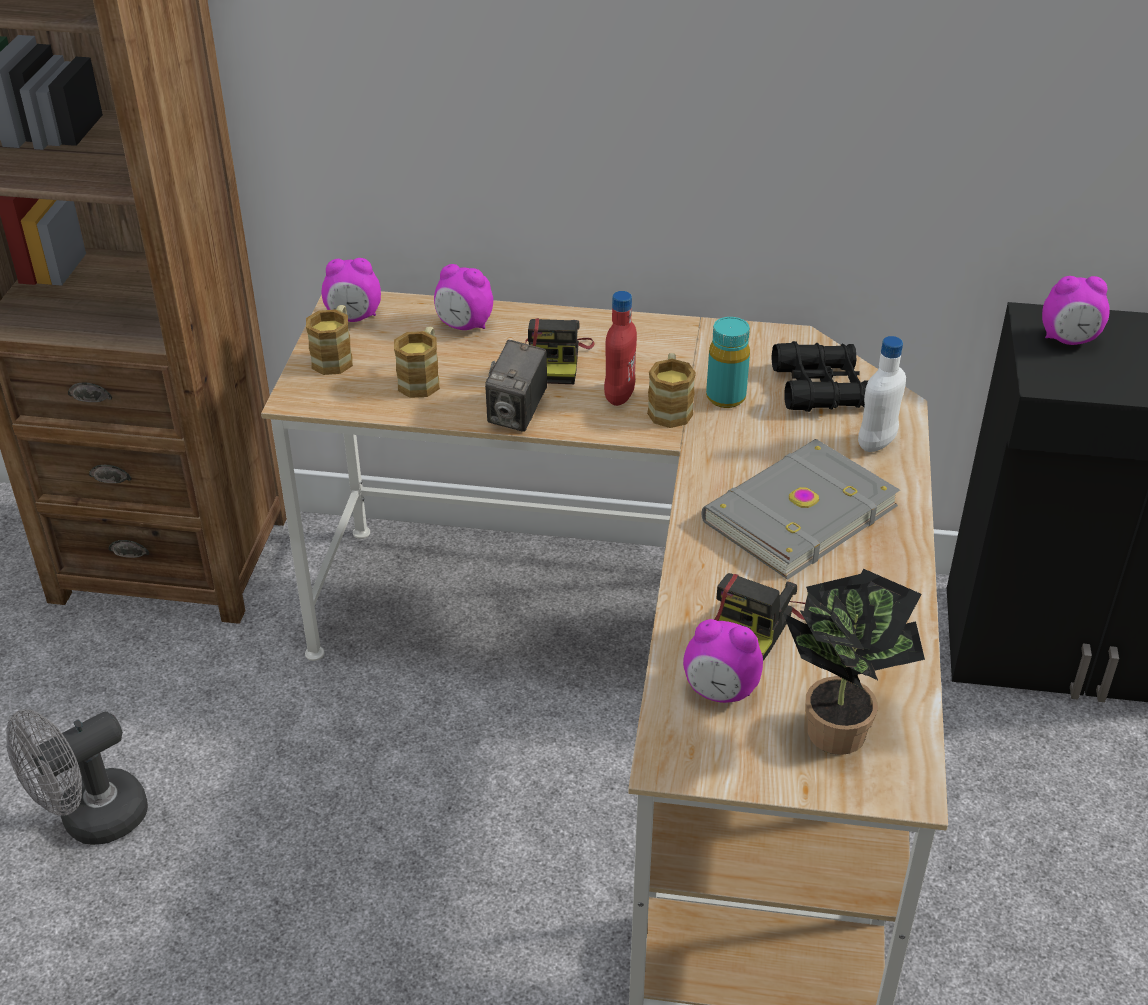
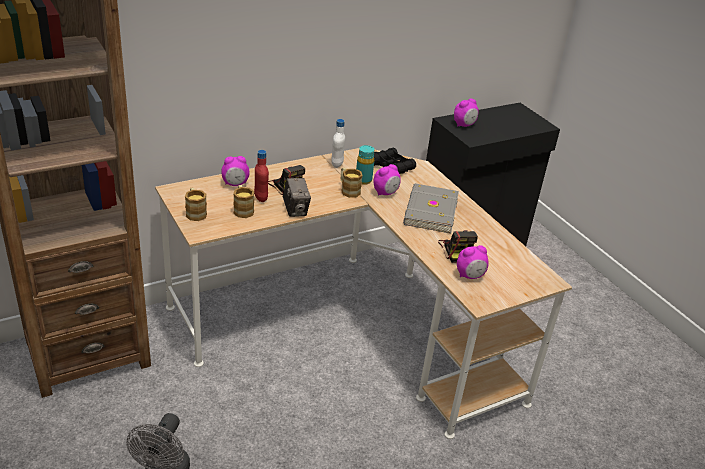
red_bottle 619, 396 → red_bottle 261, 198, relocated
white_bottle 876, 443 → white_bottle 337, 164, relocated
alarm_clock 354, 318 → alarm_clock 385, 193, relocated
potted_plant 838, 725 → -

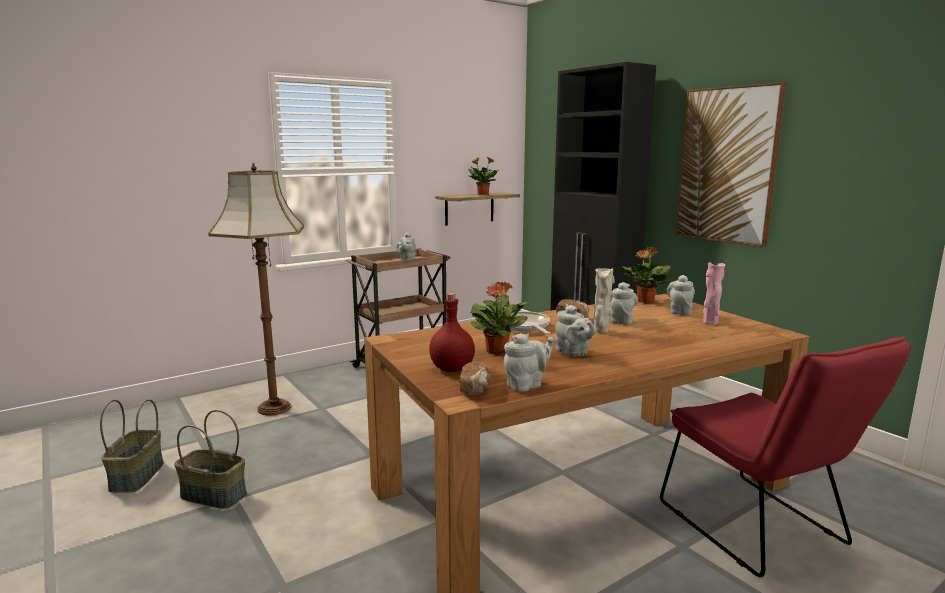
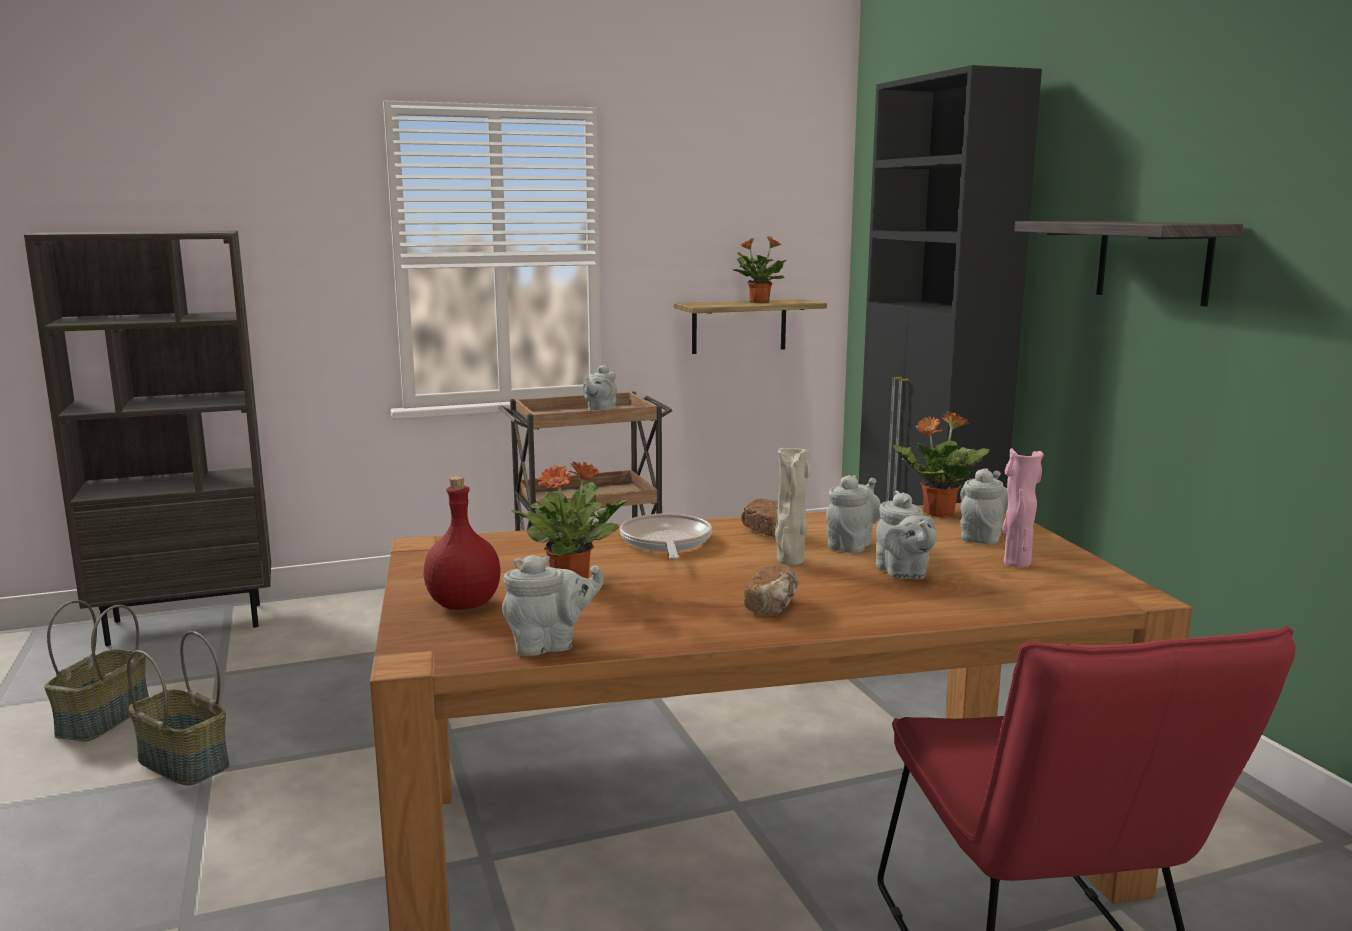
- → brown_bookcase 187, 623
bread 475, 388 → bread 772, 606, relocated
grey_teapot 573, 353 → grey_teapot 903, 573, relocated
picture 727, 165 → shelf 1153, 261
floor_lamp 272, 408 → -

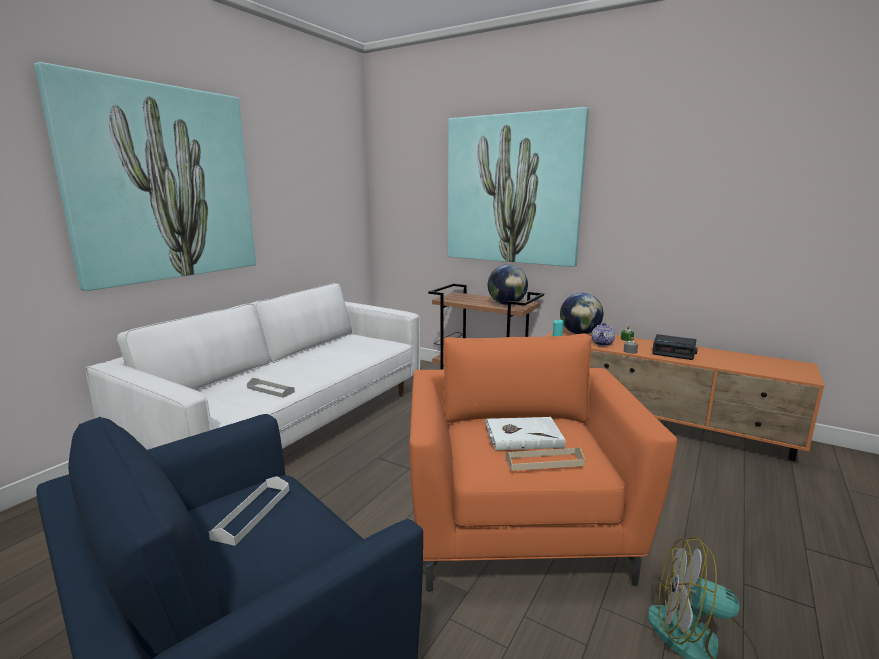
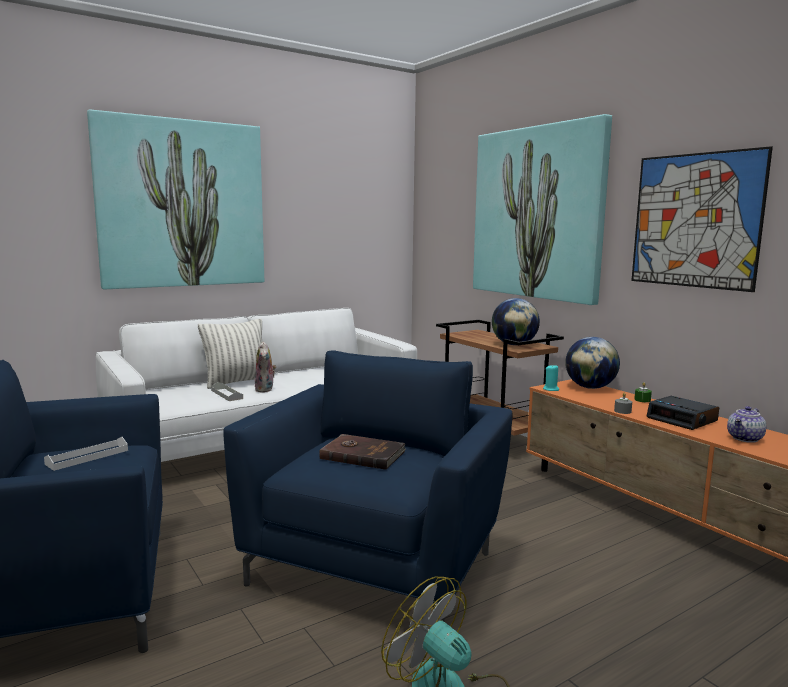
- → pillow 237, 382
orange_armchair 518, 530 → blue_armchair 376, 566
- → plush_toy 265, 389
white_book 522, 436 → brown_book 362, 454
- → picture 695, 220
teapot 602, 344 → teapot 745, 439, relocated
beige_tray 544, 461 → -

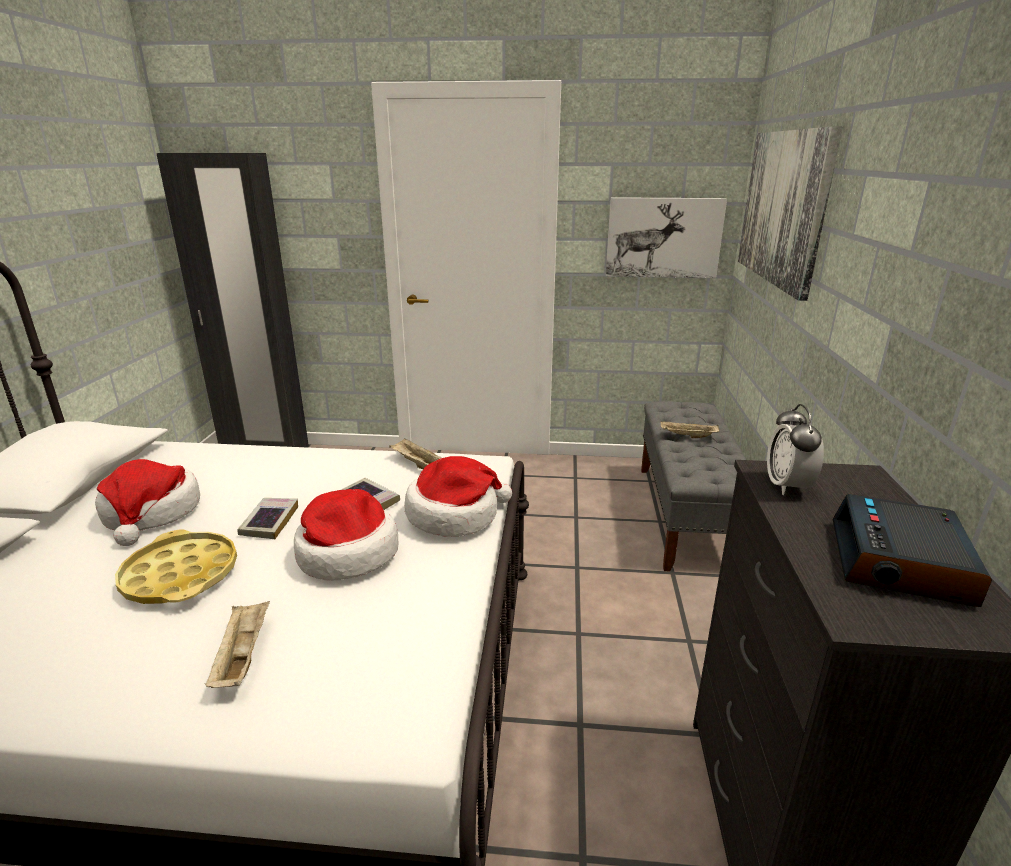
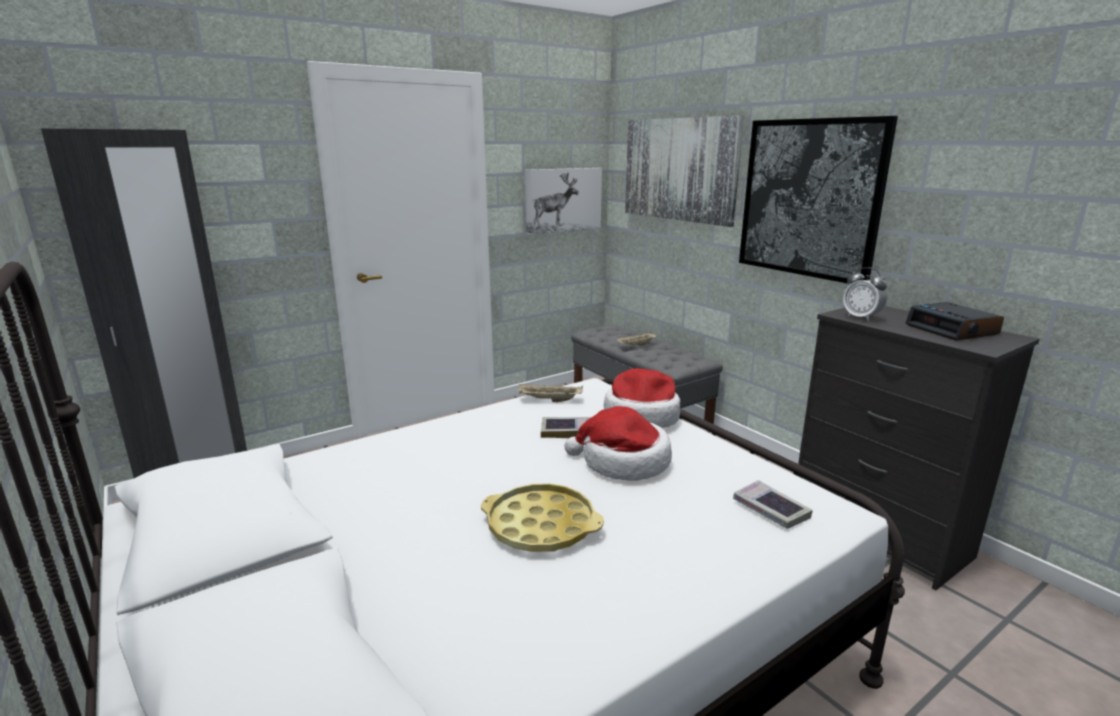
book 269, 522 → book 770, 509, relocated
- → picture 810, 198
hat 152, 513 → -
beige_tray 242, 656 → -

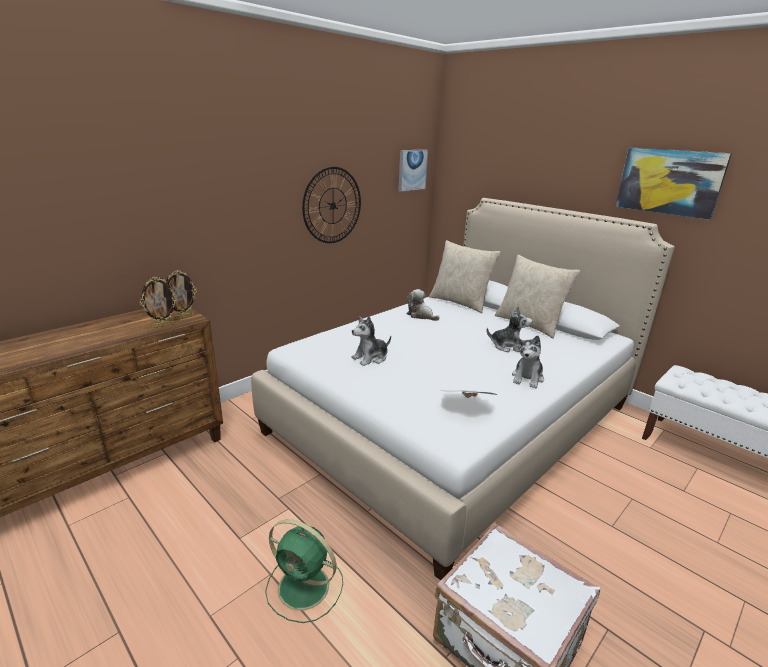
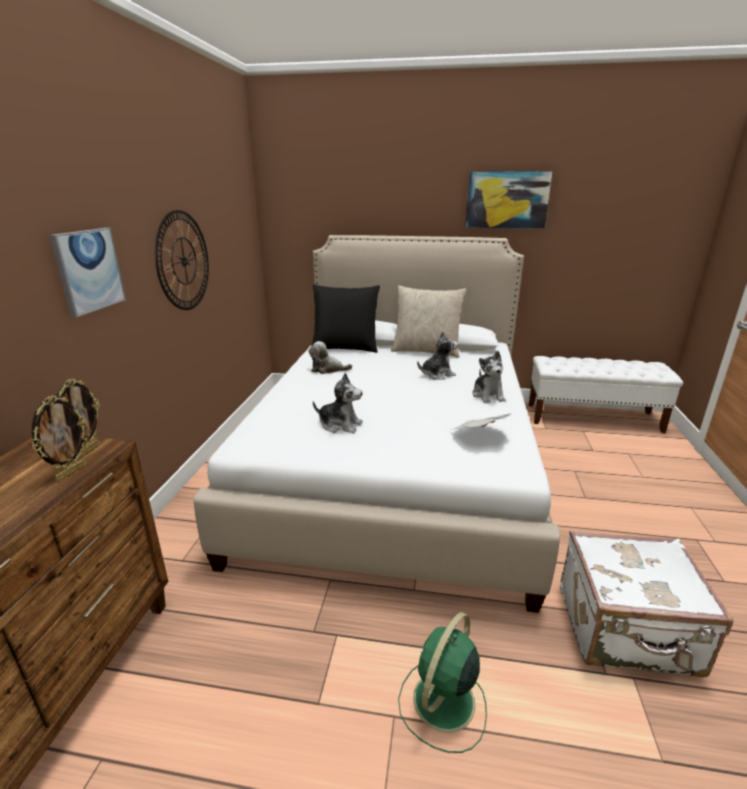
picture 412, 170 → picture 89, 270, relocated
beige_pillow 460, 302 → black_pillow 345, 348
plush_toy 370, 358 → plush_toy 340, 425, 90 degrees counterclockwise
green_fan 305, 588 → green_fan 442, 703, 135 degrees clockwise

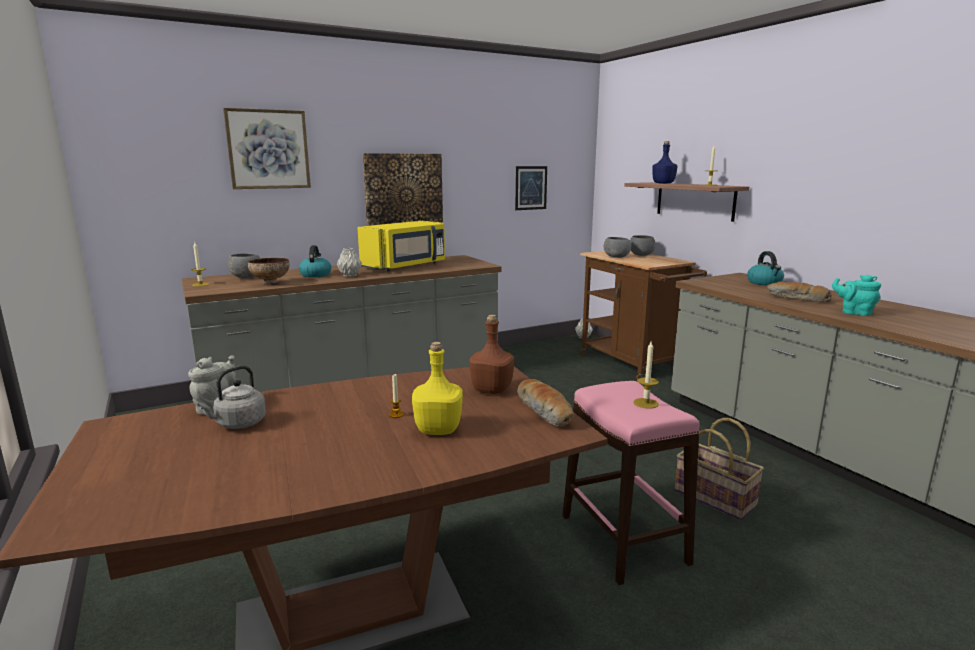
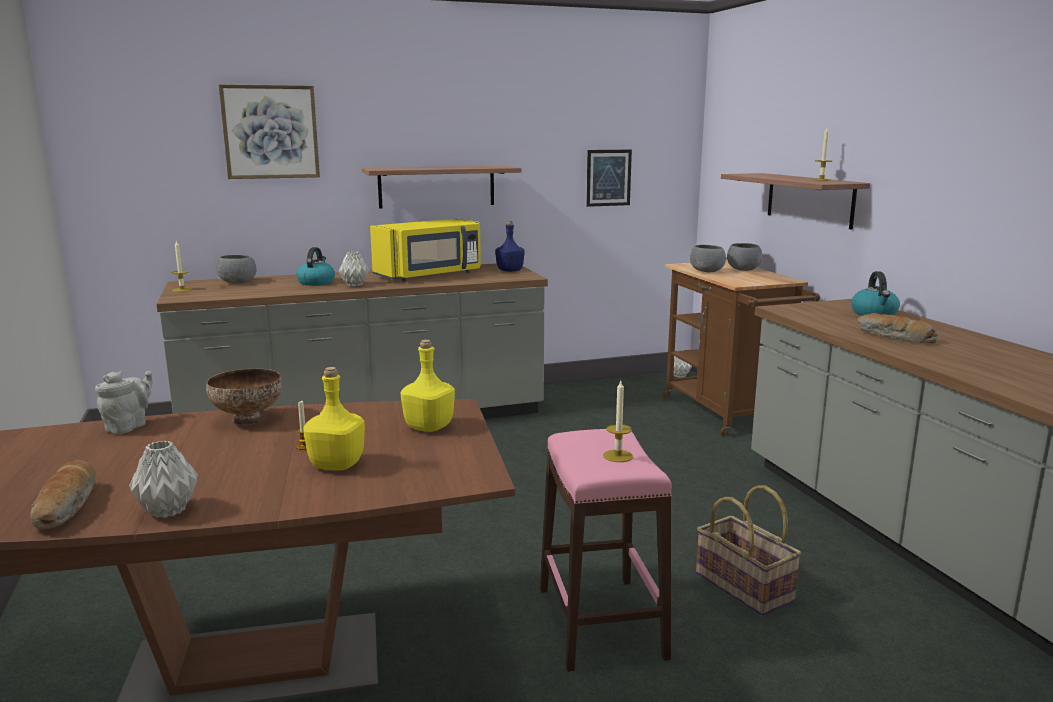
bread 545, 411 → bread 68, 506, relocated
- → grey_vase 168, 511
bowl 270, 284 → bowl 247, 420, relocated
picture 403, 195 → shelf 437, 186
brown_bottle 491, 390 → yellow_bottle 428, 427
blue_bottle 663, 183 → blue_bottle 509, 270, relocated
grey_kettle 238, 424 → -
turquoise_teapot 854, 312 → -

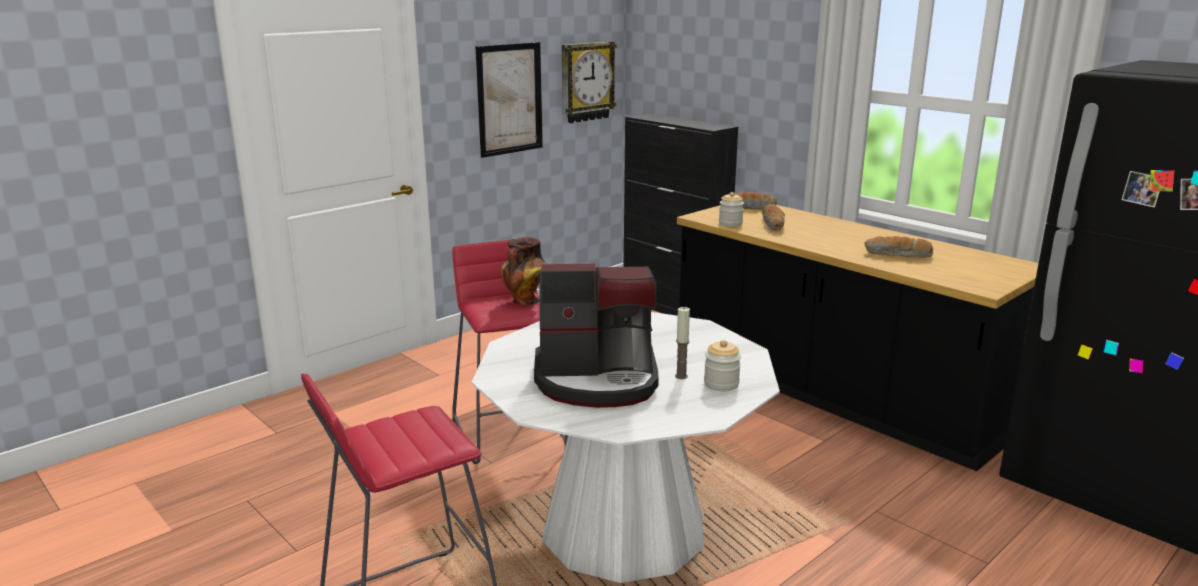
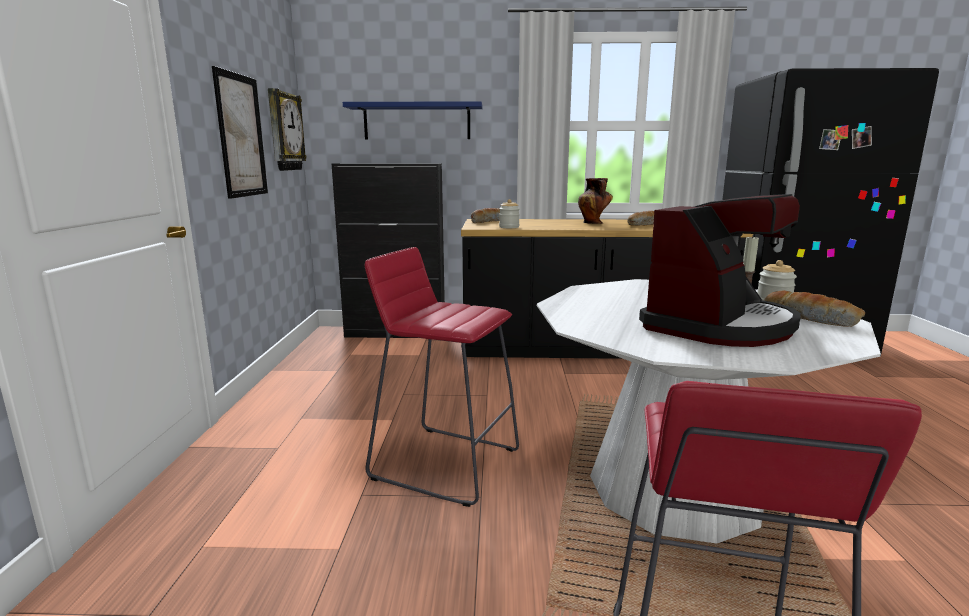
- → blue_shelf 417, 122
vase 525, 301 → vase 594, 223, relocated
bread 773, 224 → bread 809, 318, relocated

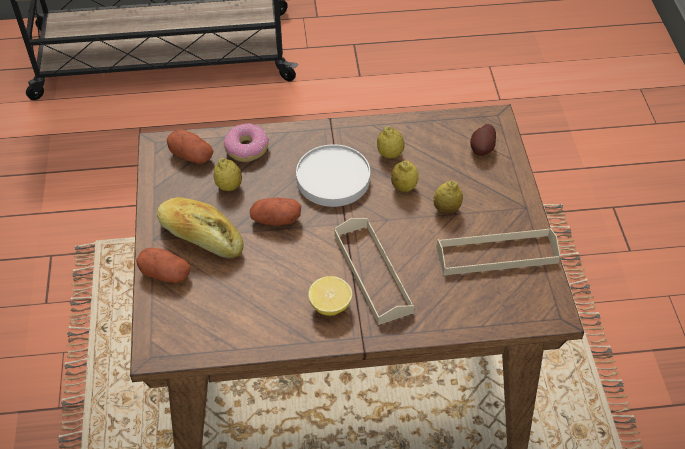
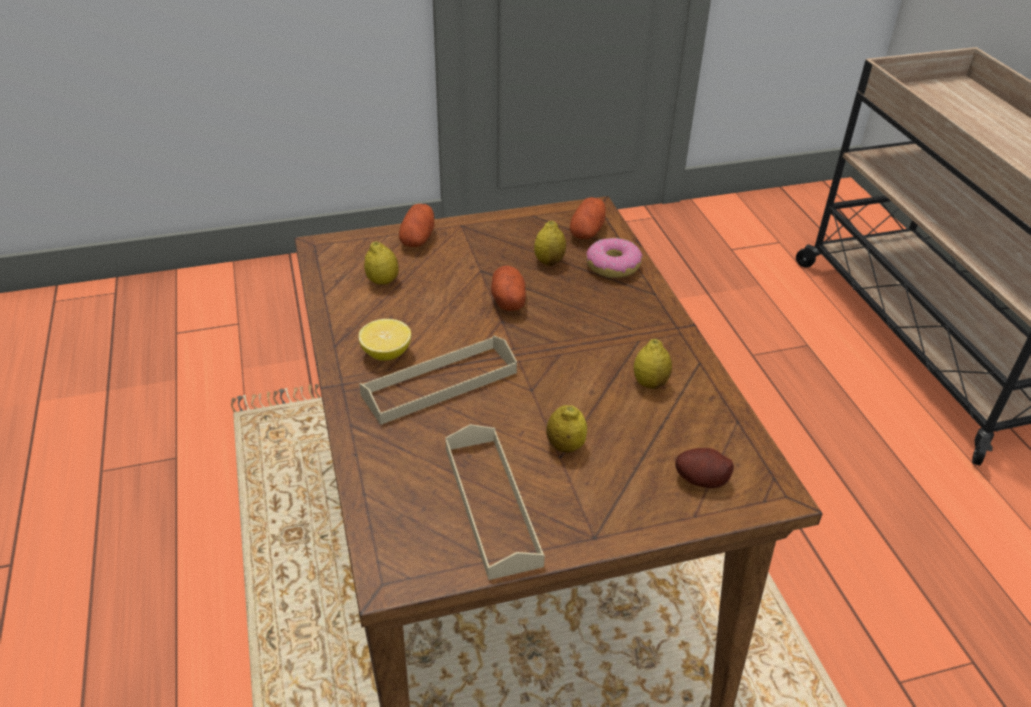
lemon 404, 187 → lemon 382, 281, relocated
bread 201, 236 → -
white_plate 332, 178 → -

